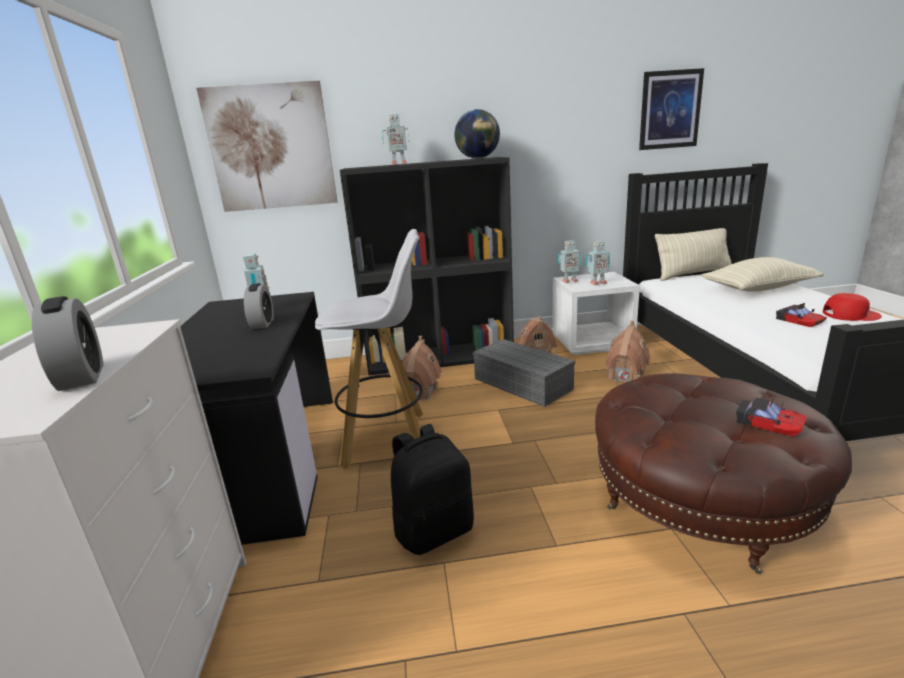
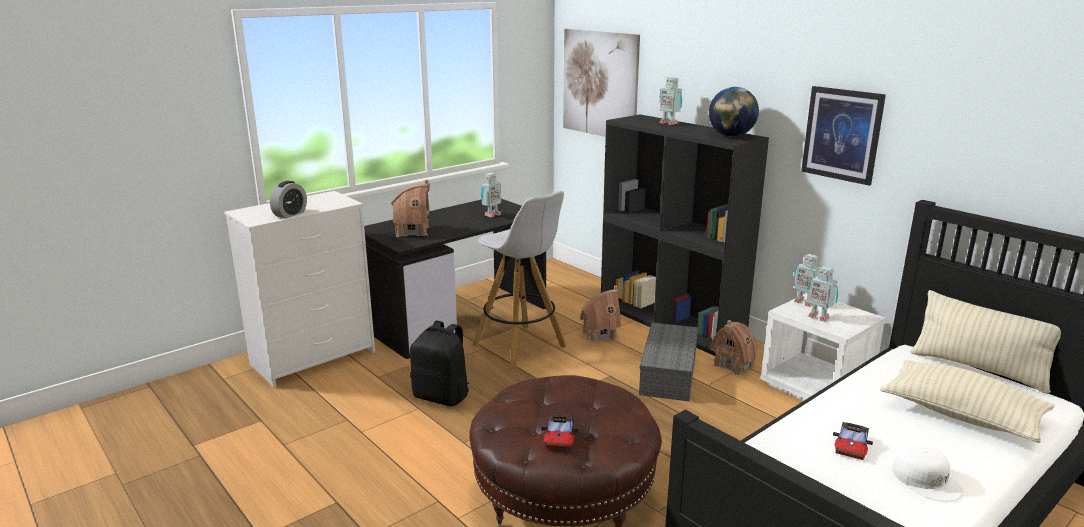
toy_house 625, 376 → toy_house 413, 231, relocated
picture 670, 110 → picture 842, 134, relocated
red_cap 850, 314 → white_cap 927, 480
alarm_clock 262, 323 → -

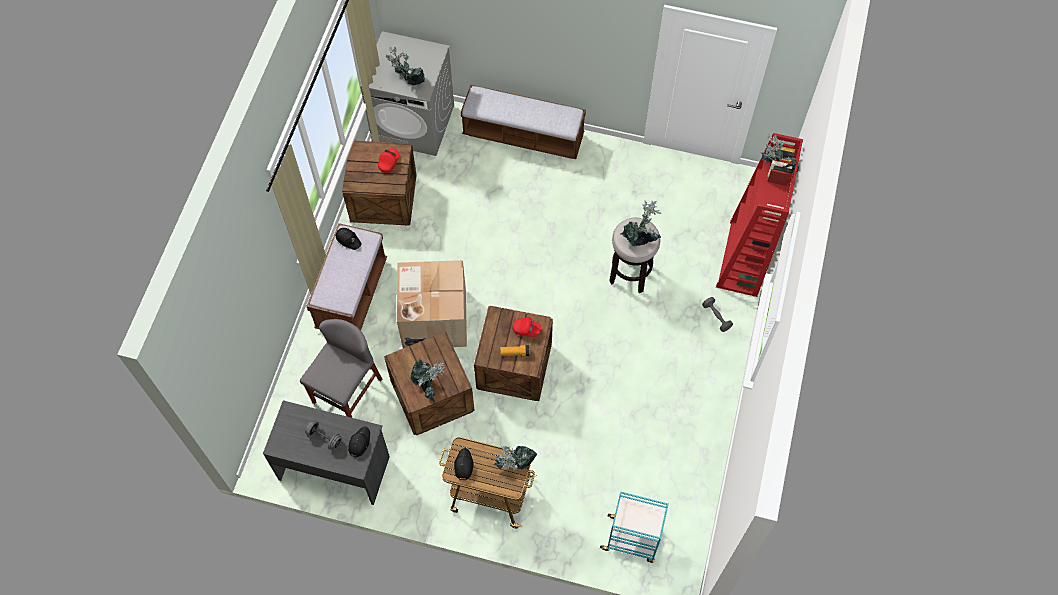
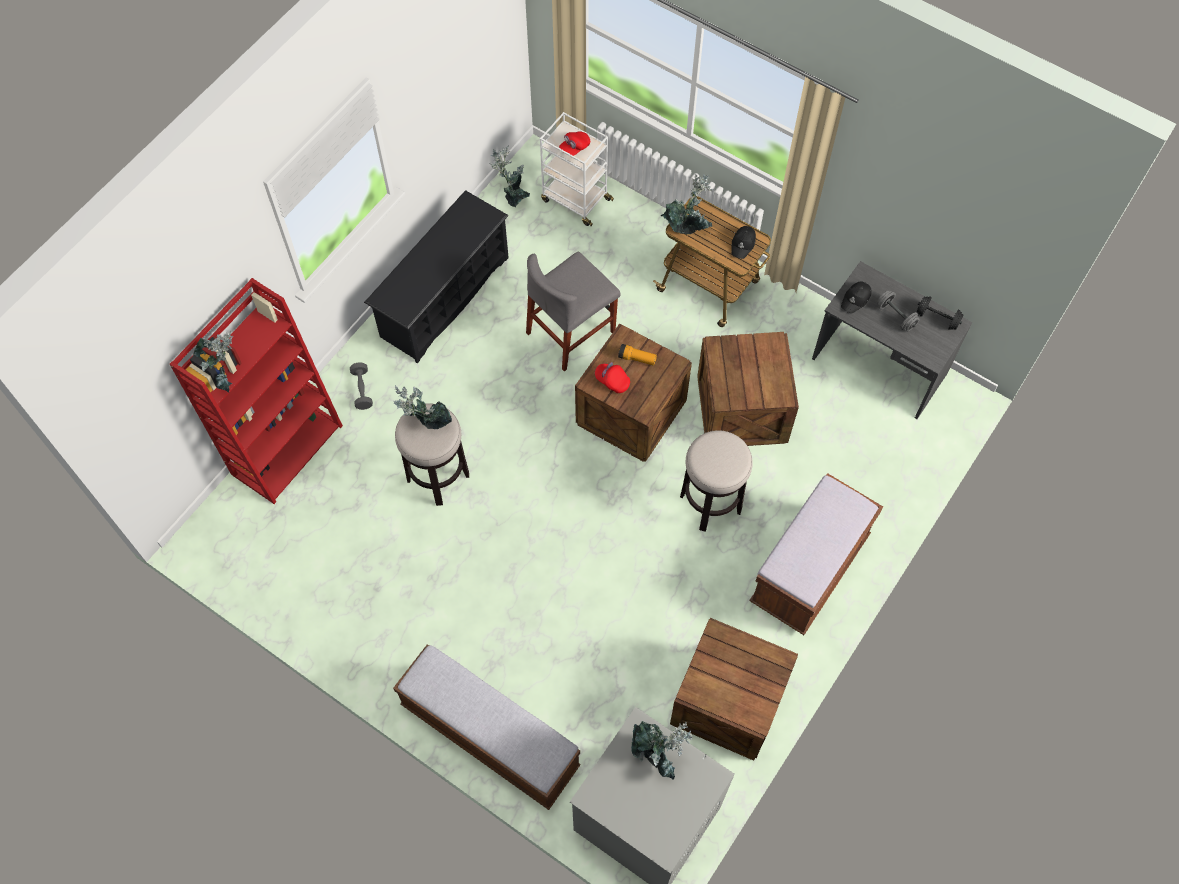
- → black_shoe_rack 444, 297
potted_plant 428, 386 → potted_plant 513, 196, relocated
grey_chair 347, 391 → grey_chair 571, 332, relocated
turquoise_cart 632, 539 → white_cart 575, 199
red_cap 389, 163 → red_cap 574, 148, relocated
cardboard_box 433, 318 → stool 710, 503
- → black_dumbbell 937, 318
black_cap 348, 239 → -

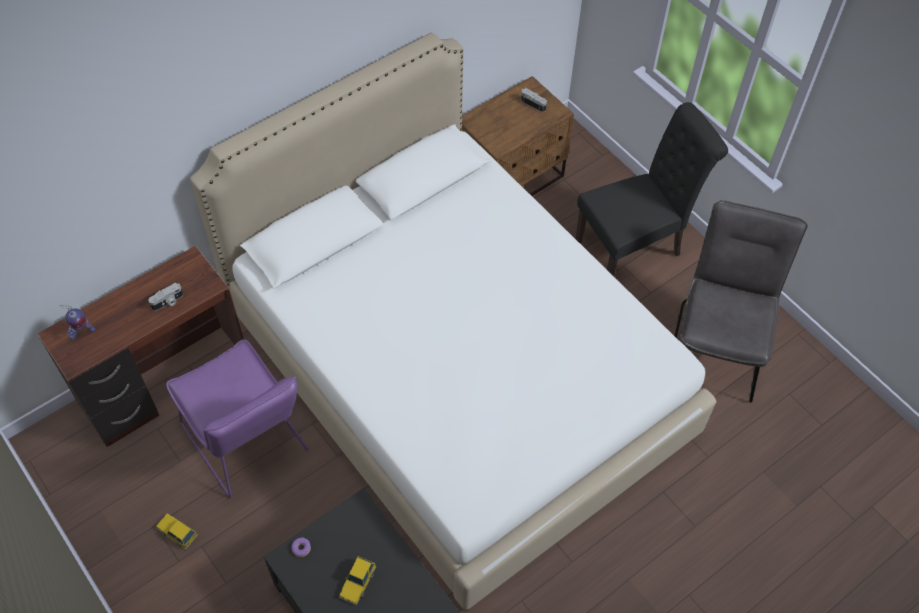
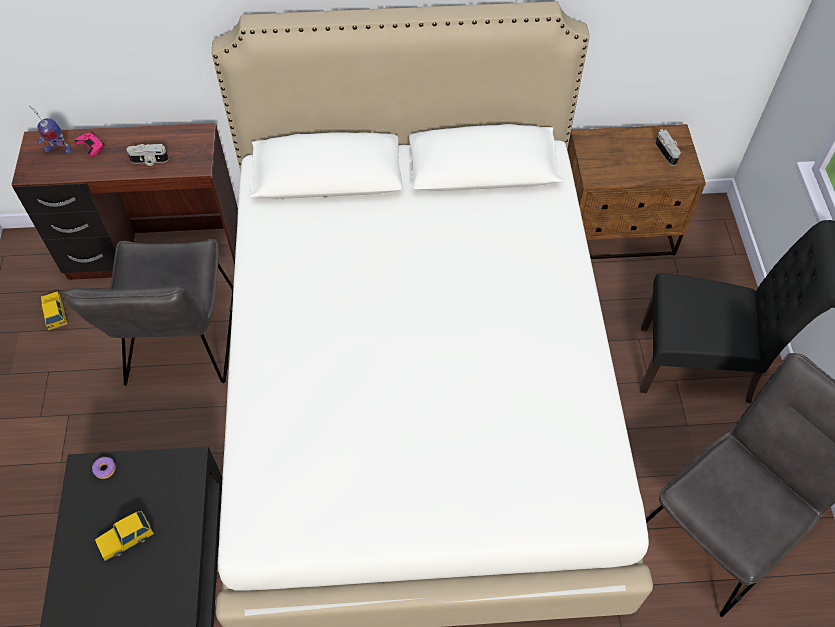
toy_car 177, 532 → toy_car 55, 313, relocated
purple_chair 249, 444 → grey_chair 180, 346
- → pink_game_controller 91, 146

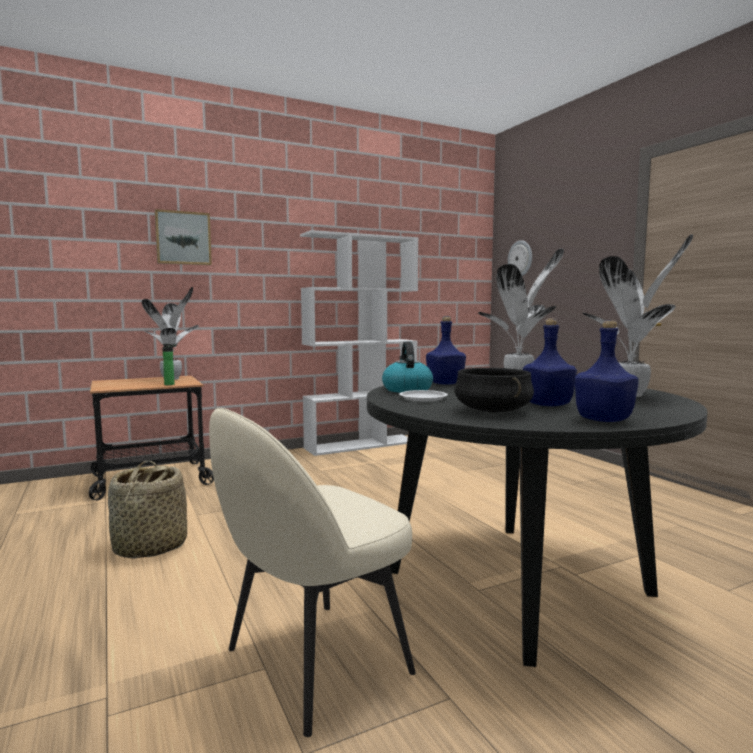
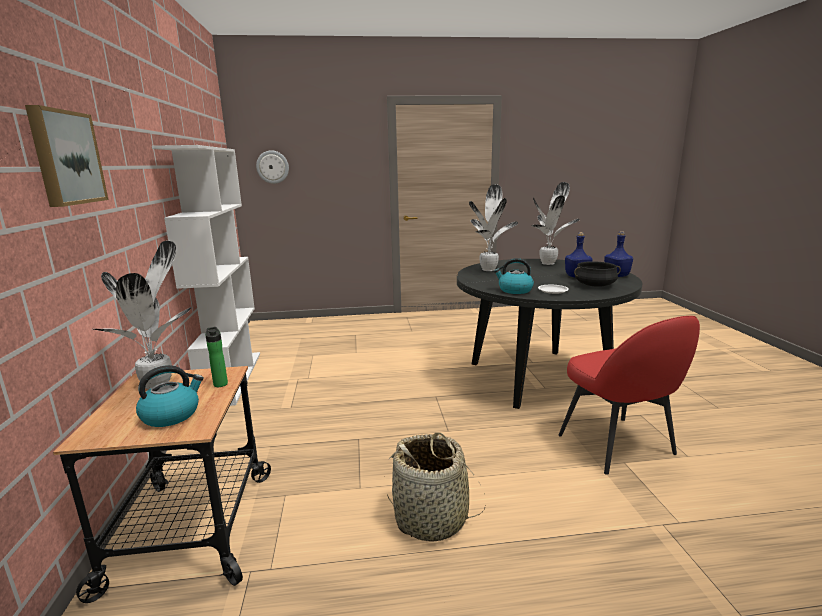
- → kettle 171, 415
beige_chair 313, 663 → red_chair 617, 446
blue_bottle 444, 383 → -

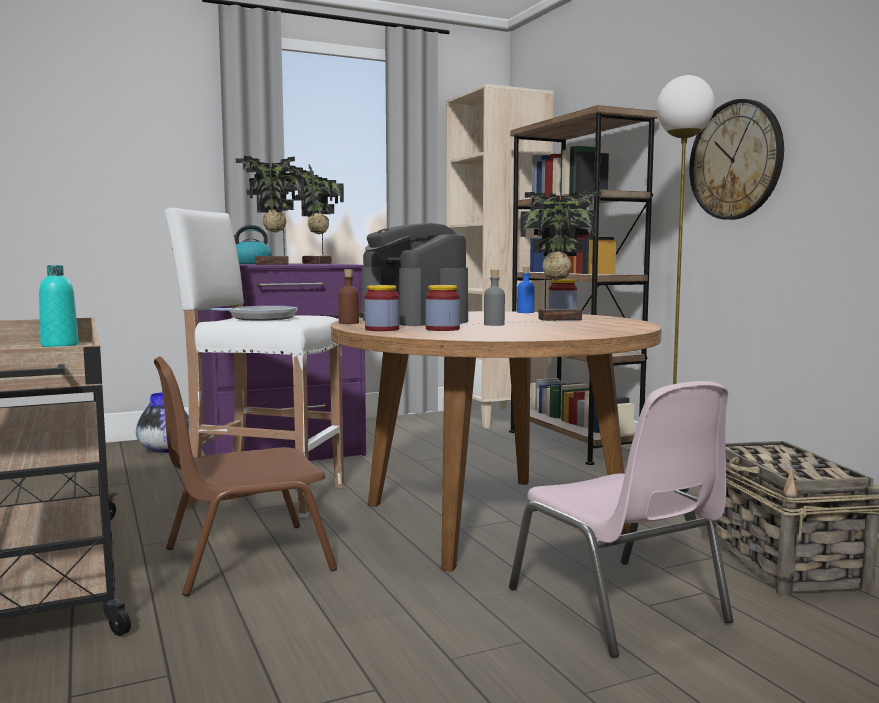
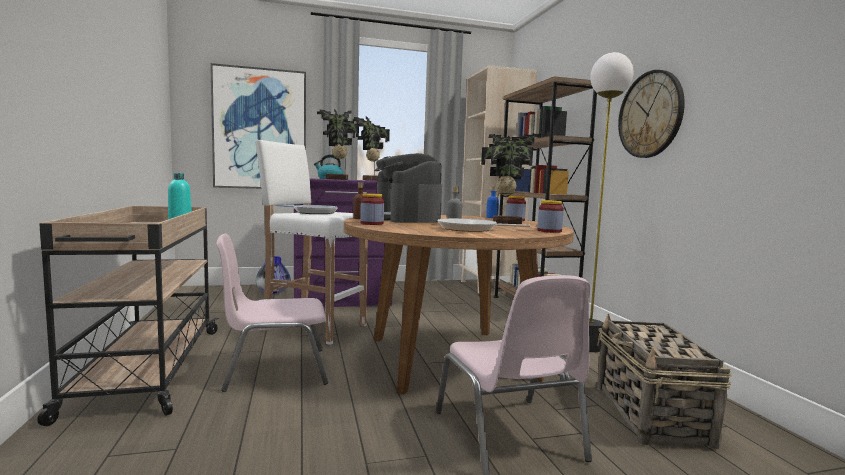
- → picture 260, 129
brown_chair 244, 559 → pink_chair 275, 369
- → frying_pan 471, 229
jar 442, 329 → jar 549, 231, relocated

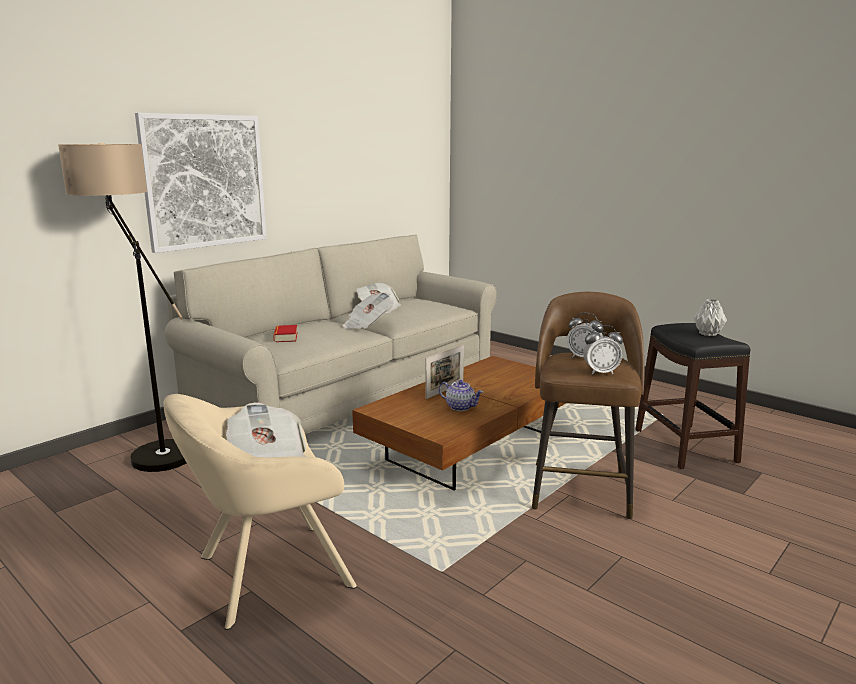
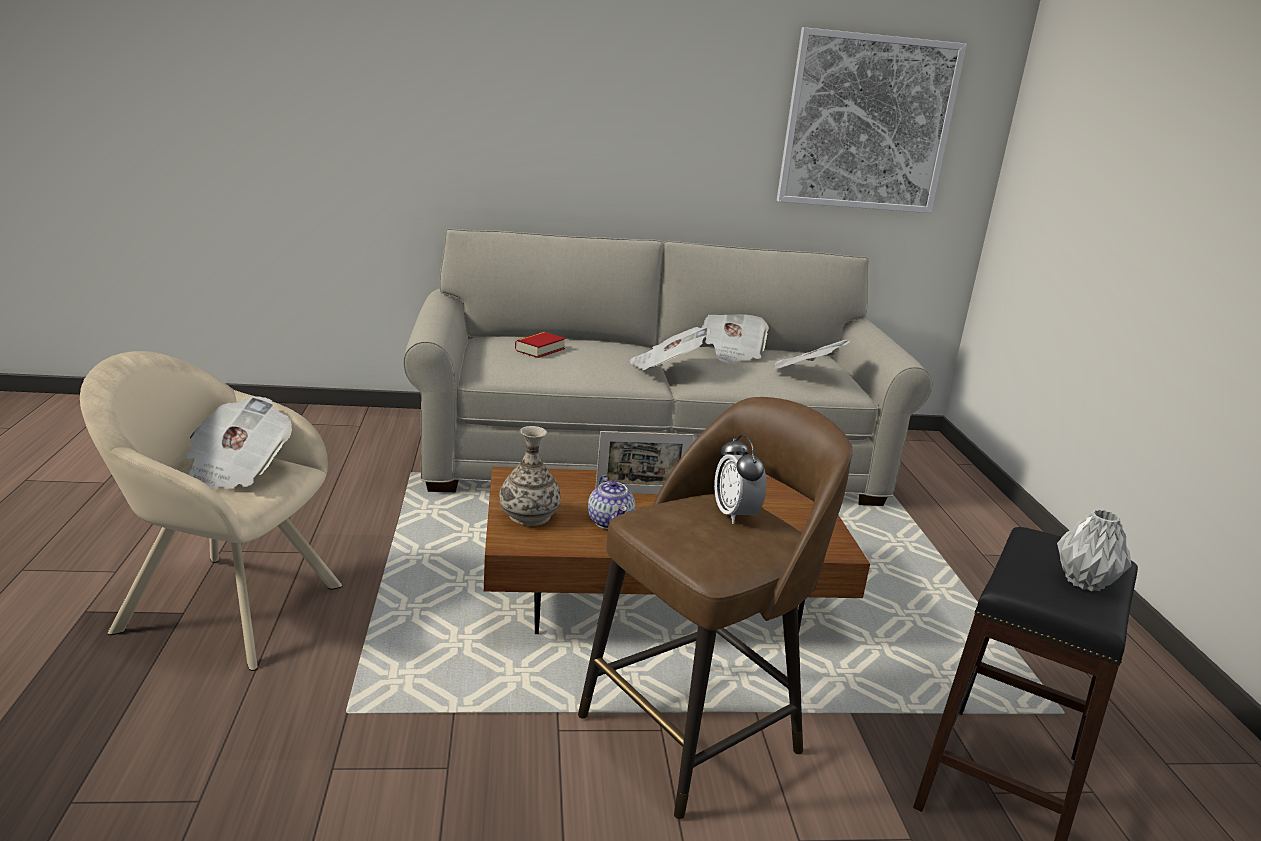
- → vase 529, 516
- → newspaper 805, 373
picture 205, 181 → picture 867, 123, relocated
floor_lamp 152, 450 → -
alarm_clock 601, 372 → -

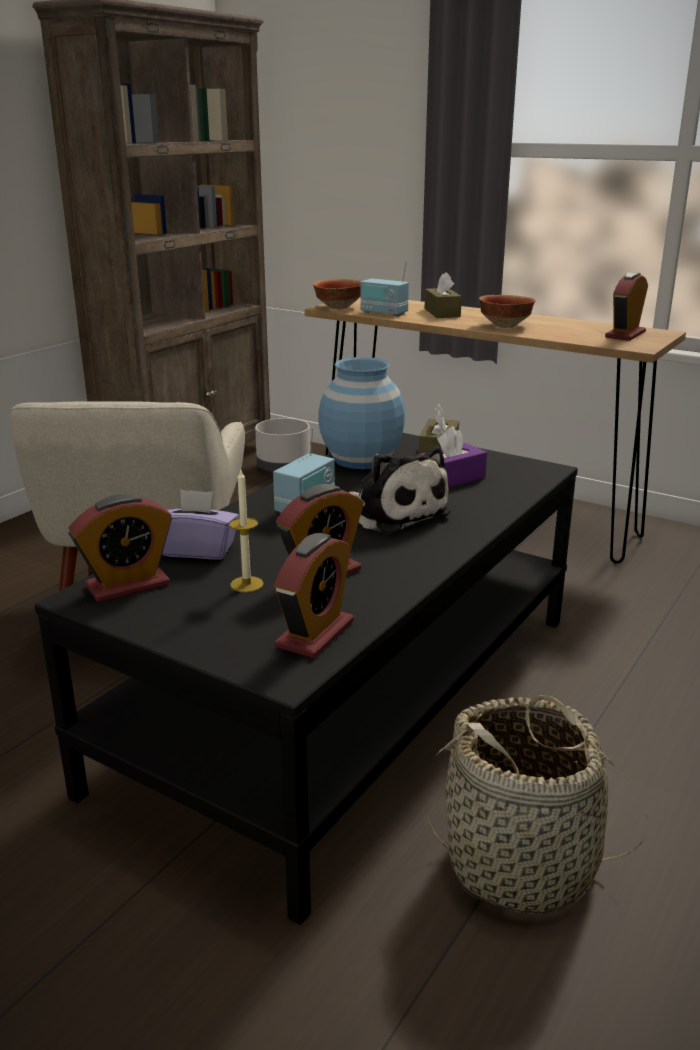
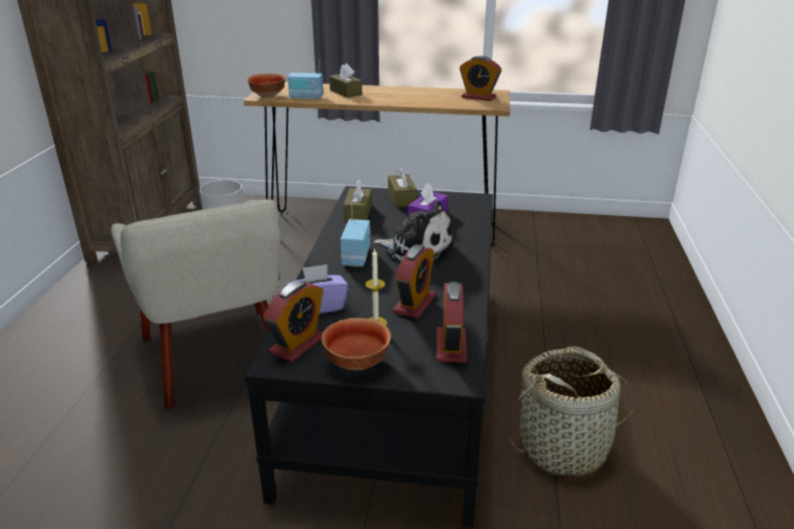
bowl 504, 325 → bowl 356, 362, relocated
blue_vase 361, 459 → brown_tissue_box 358, 213
alarm_clock 625, 335 → alarm_clock 478, 97, 75 degrees counterclockwise

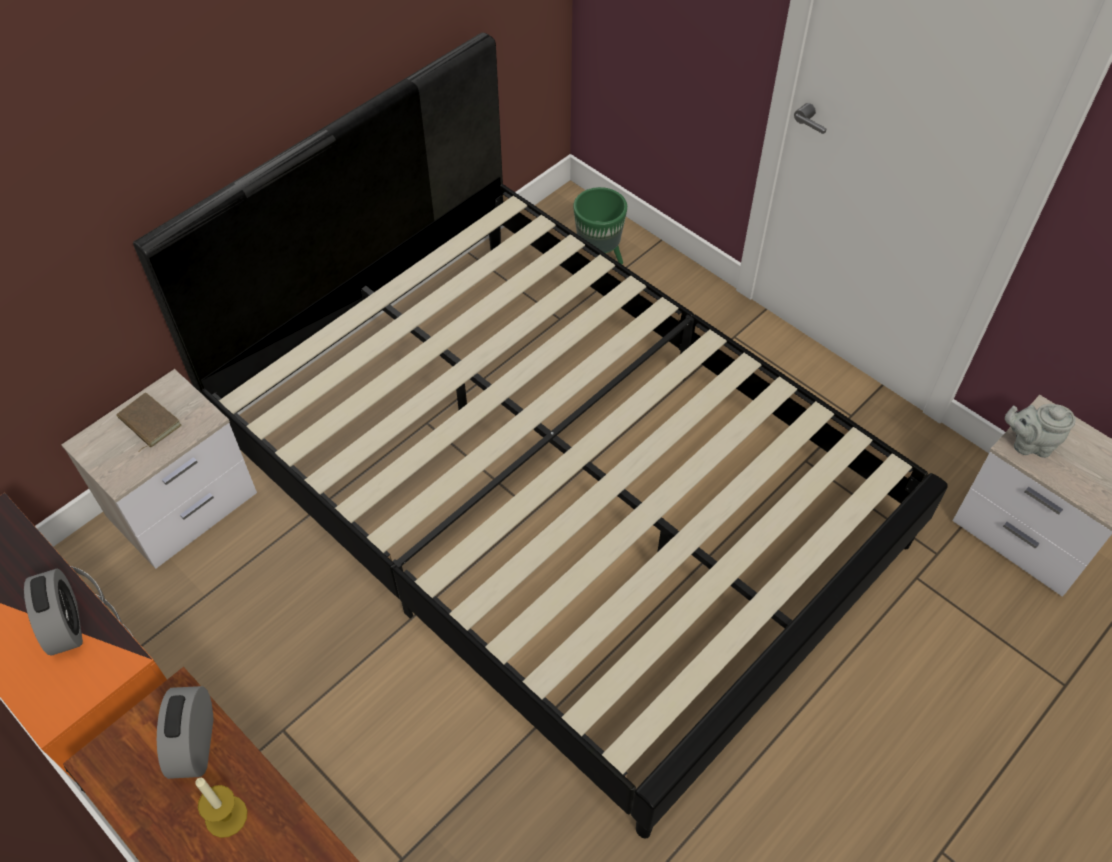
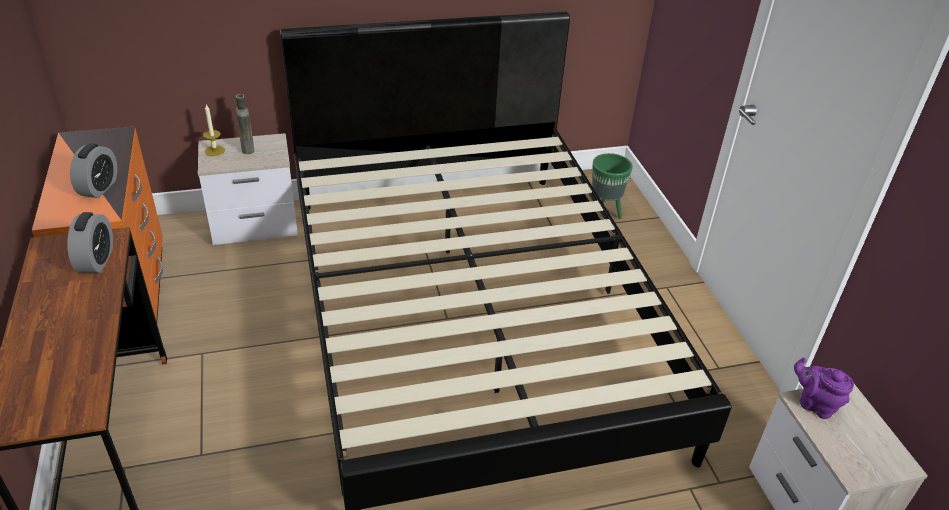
alarm_clock 195, 744 → alarm_clock 96, 261, 150 degrees clockwise
candle 226, 816 → candle 214, 151, relocated
brown_book 148, 423 → brown_bottle 248, 149
grey_teapot 1029, 444 → purple_teapot 814, 404

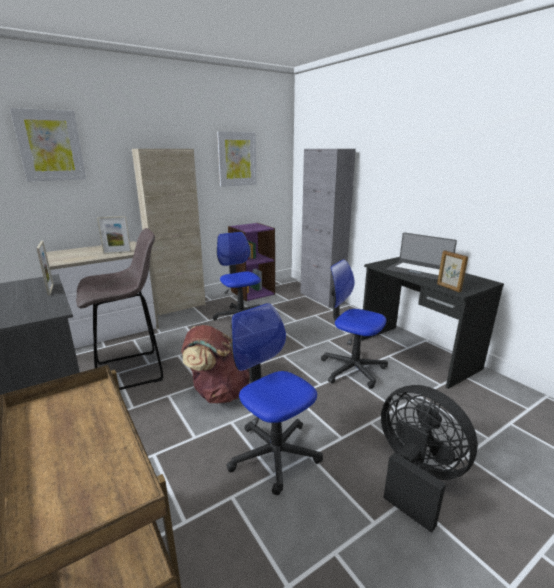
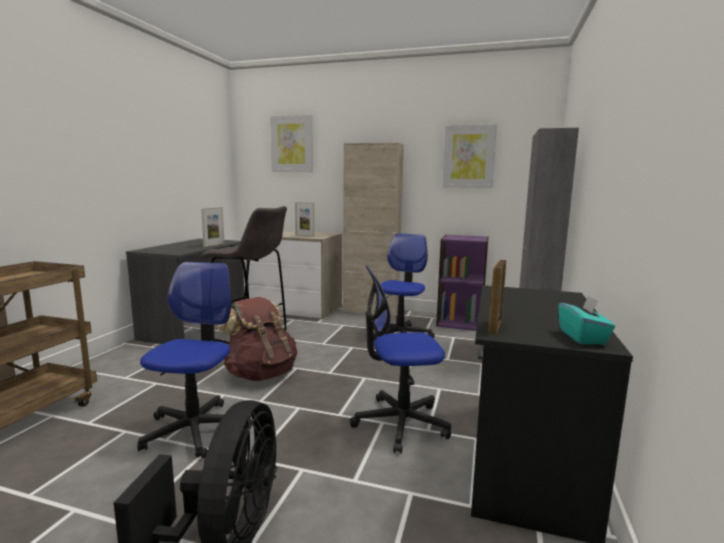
office_chair 352, 369 → office_chair 400, 423, 90 degrees counterclockwise
- → turquoise_tissue_box 583, 337
laptop 418, 271 → -

